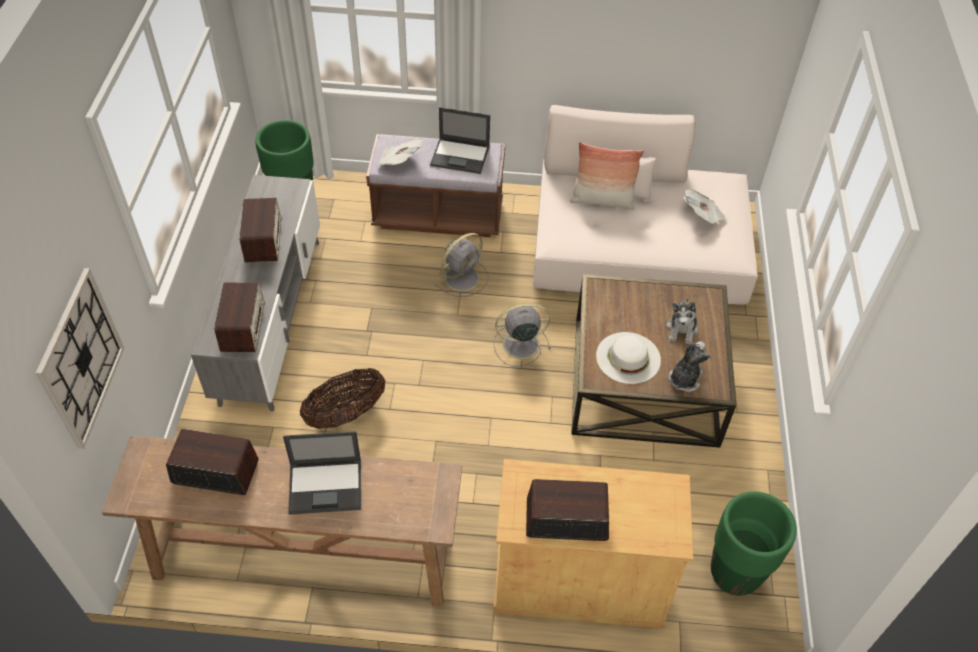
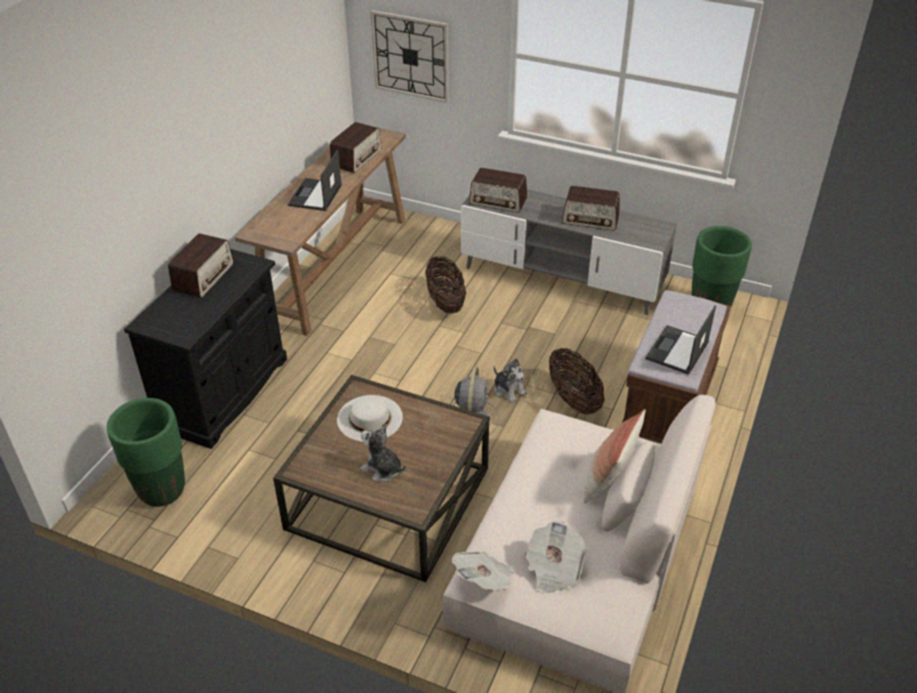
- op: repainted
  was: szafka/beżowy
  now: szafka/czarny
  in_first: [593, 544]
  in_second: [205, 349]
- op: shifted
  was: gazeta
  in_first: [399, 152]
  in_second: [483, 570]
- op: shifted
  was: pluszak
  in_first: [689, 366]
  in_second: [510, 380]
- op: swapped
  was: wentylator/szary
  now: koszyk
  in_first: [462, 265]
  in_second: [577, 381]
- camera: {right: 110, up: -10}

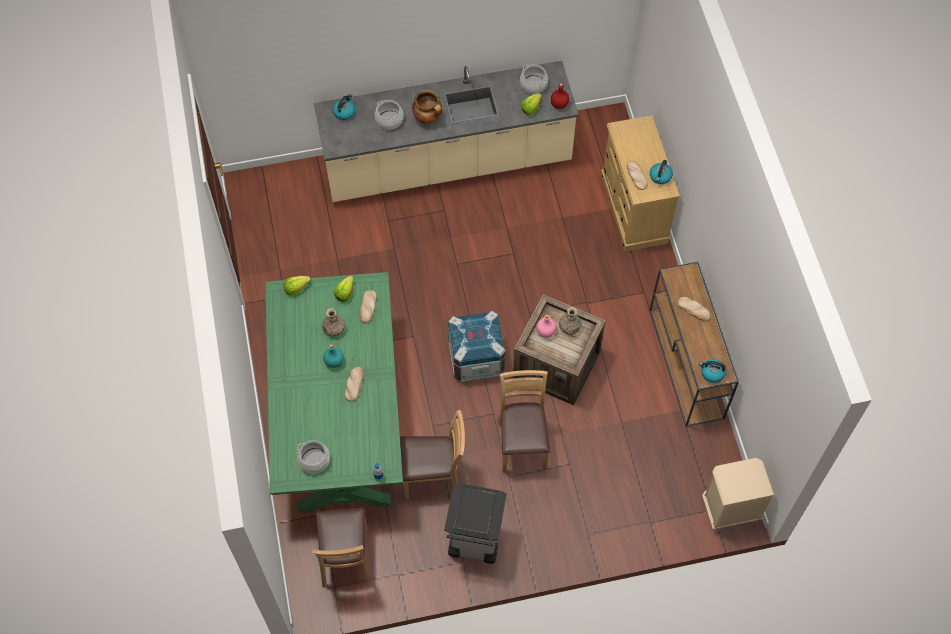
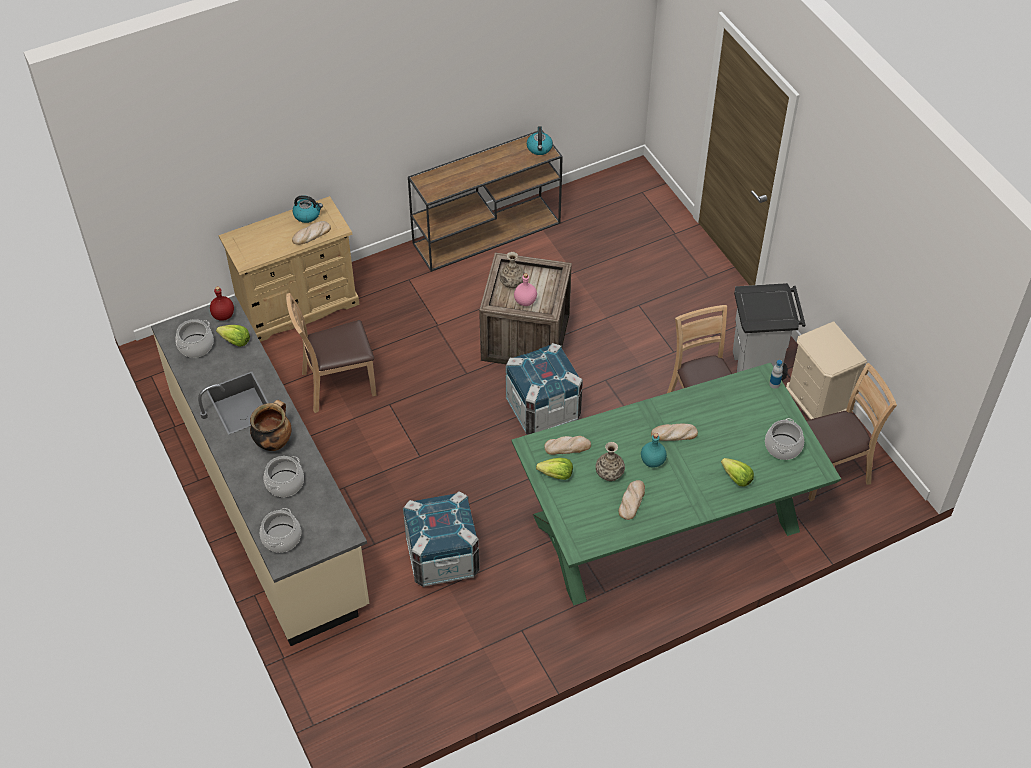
- op: swapped
  was: czajnik
  now: garnek
  in_first: [344, 107]
  in_second: [280, 530]
- op: shifted
  was: krzesło/brązowy
  in_first: [523, 421]
  in_second: [331, 353]
- op: new
  now: skrzynka
  in_second: [441, 539]
- op: shifted
  was: chleb
  in_first: [694, 309]
  in_second: [632, 500]
- op: shifted
  was: sałata
  in_first: [297, 286]
  in_second: [737, 472]
- op: shifted
  was: szafka nocna/beżowy
  in_first: [738, 494]
  in_second: [826, 370]
- camera: {right: -105, up: -10}

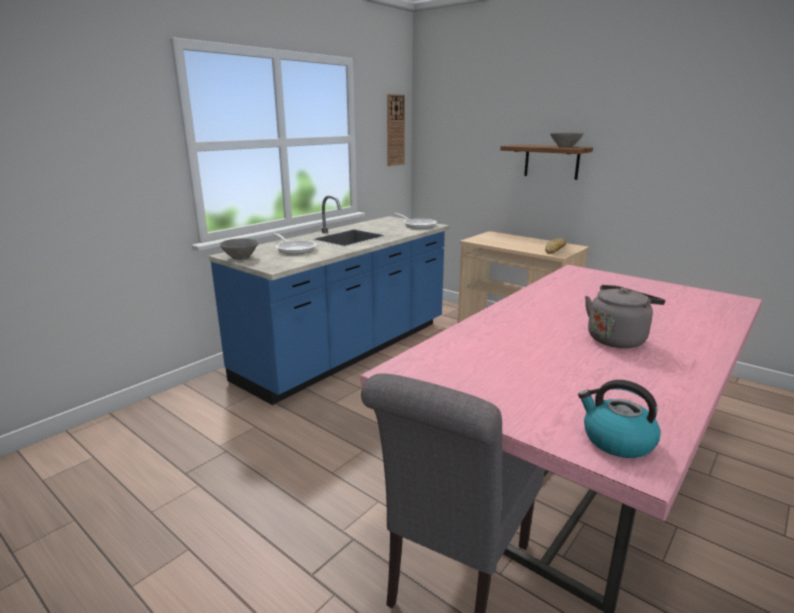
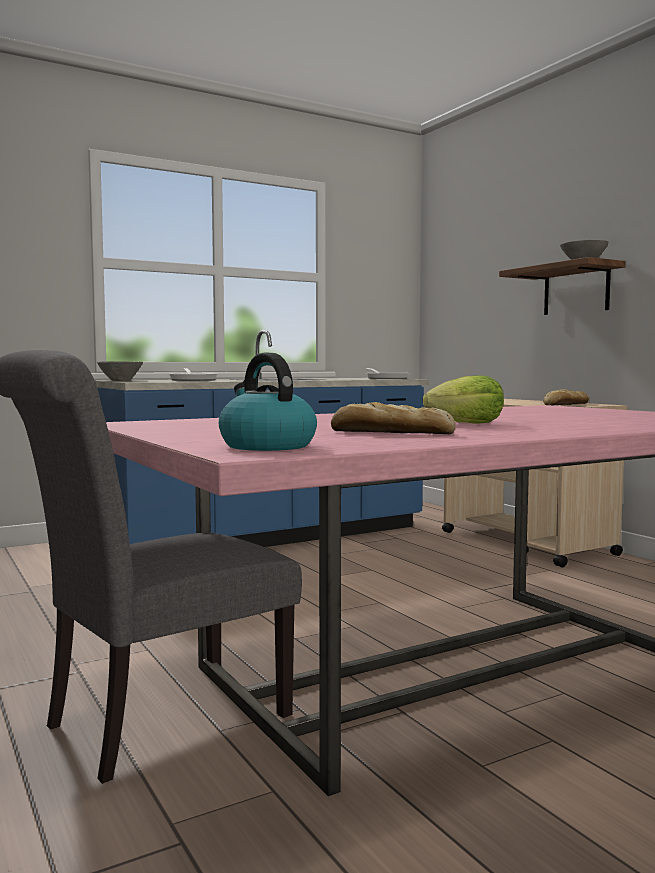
- op: new
  now: chleb
  in_second: [393, 418]
- op: swapped
  was: czajnik/szary
  now: sałata
  in_first: [625, 316]
  in_second: [463, 399]
- op: gone
  was: zegar ścienny
  in_first: [396, 130]
- camera: {right: 20, up: -15}

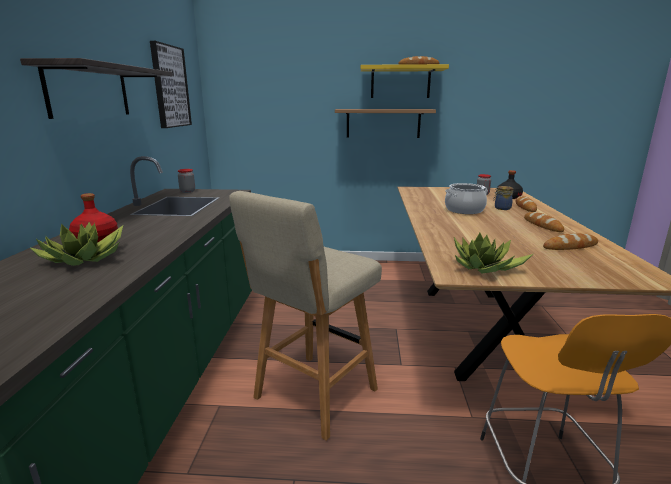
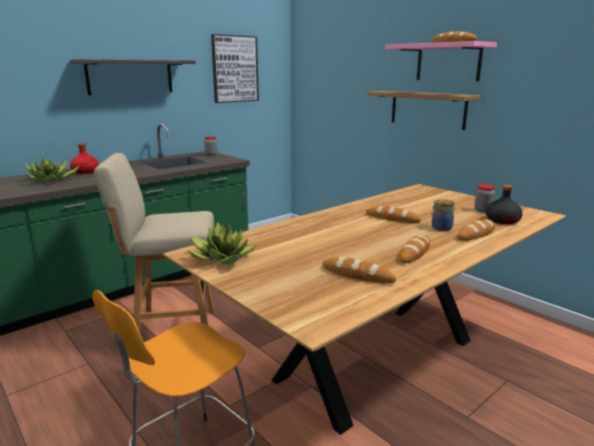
- op: swapped
  was: garnek
  now: chleb
  in_first: [466, 198]
  in_second: [393, 214]
- op: repainted
  was: półka/żółty
  now: półka/różowy
  in_first: [405, 81]
  in_second: [441, 61]
- camera: {right: 45, up: 0}

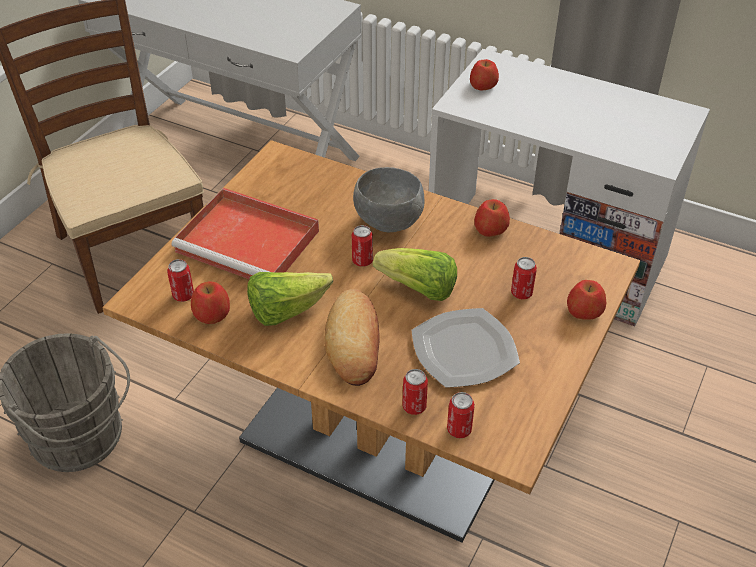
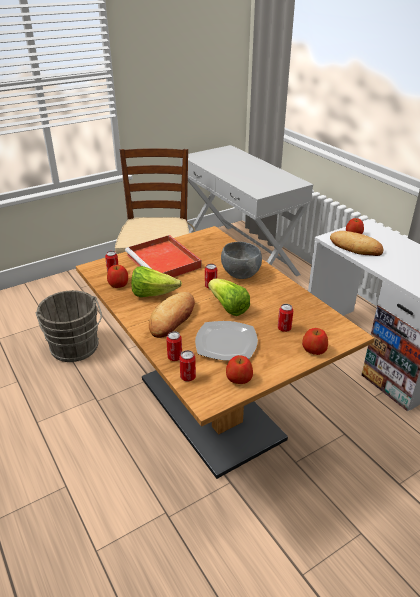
- op: shifted
  was: jabłko
  in_first: [492, 218]
  in_second: [239, 369]
- op: new
  now: chleb
  in_second: [356, 243]
- camera: {right: 30, up: -10}

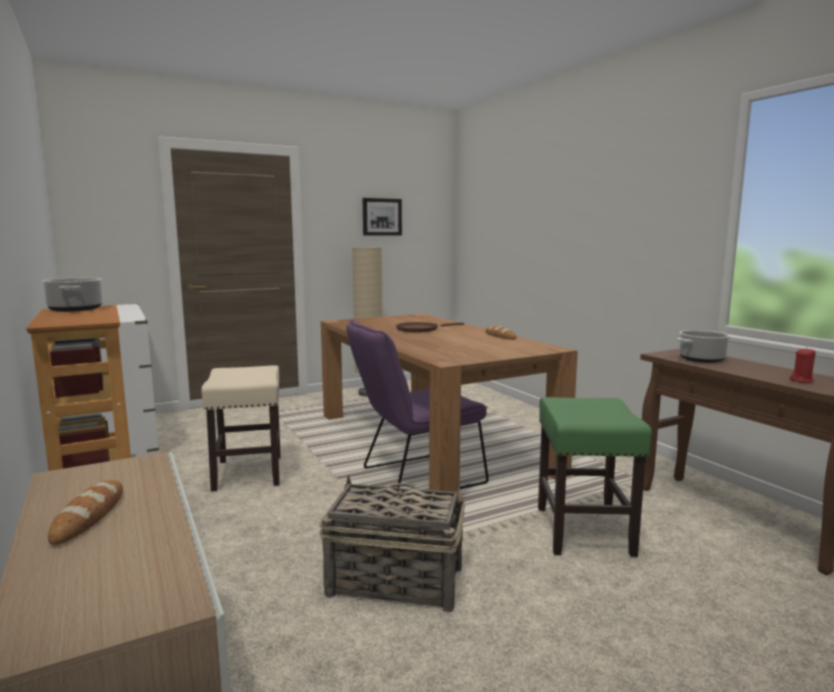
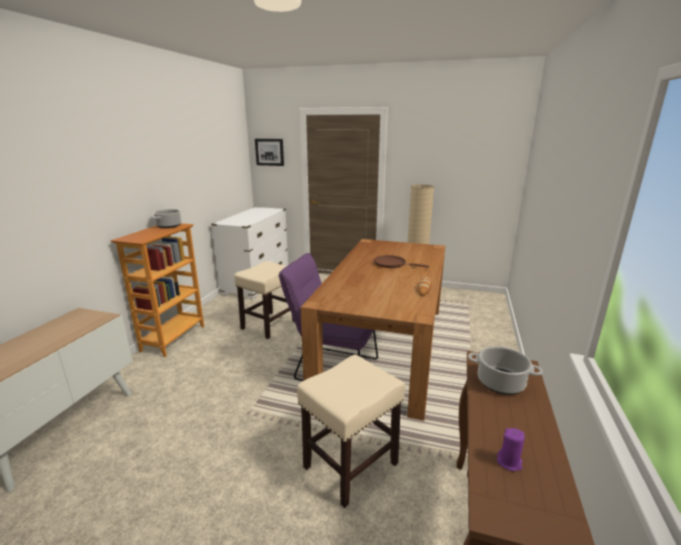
- op: shifted
  was: obraz
  in_first: [382, 217]
  in_second: [269, 152]
- op: repainted
  was: stołek/zielony
  now: stołek/beżowy
  in_first: [595, 477]
  in_second: [351, 431]
- op: repainted
  was: świeca/czerwony
  now: świeca/fioletowy
  in_first: [803, 365]
  in_second: [511, 449]
- op: gone
  was: chleb
  in_first: [85, 512]
- op: gone
  was: koszyk
  in_first: [392, 543]
- camera: {right: 45, up: 10}

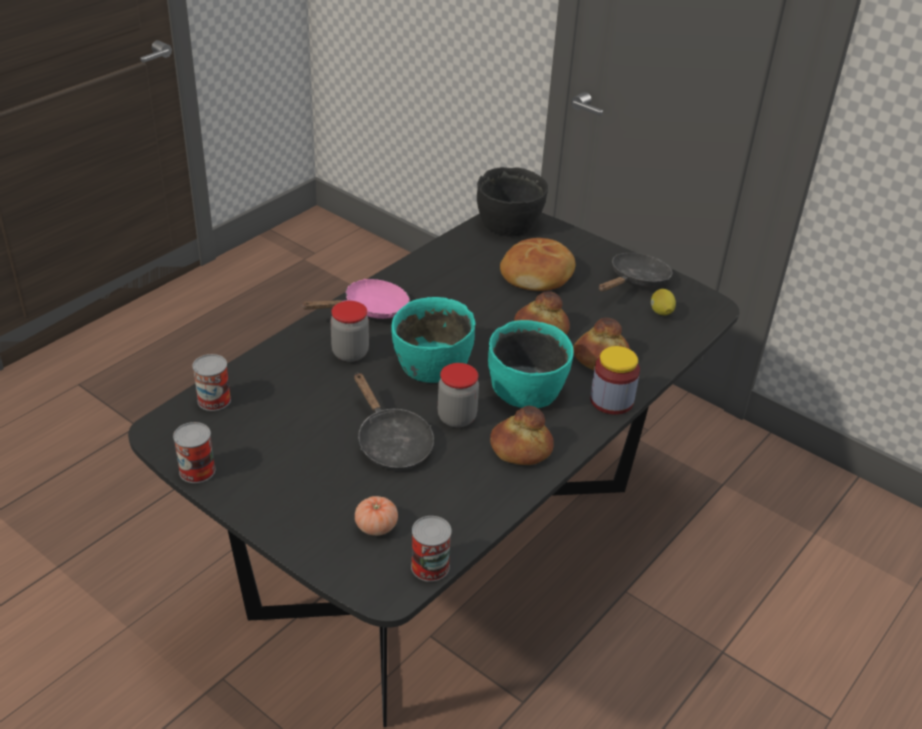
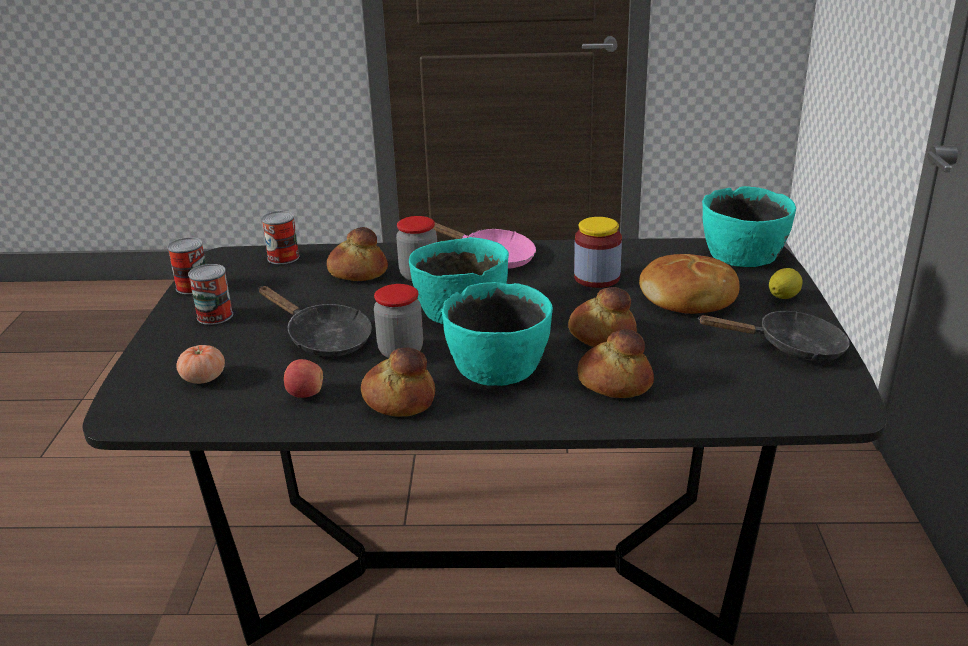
- op: shifted
  was: puszka
  in_first: [431, 549]
  in_second: [210, 294]
- op: rotated
  was: patelnia/czarny
  in_first: [394, 421]
  in_second: [315, 321]
  clockwise: -75
- op: new
  now: jabłko
  in_second: [303, 378]
- op: new
  now: chleb
  in_second: [357, 254]
- op: shifted
  was: słoik
  in_first: [615, 380]
  in_second: [598, 252]
- op: repainted
  was: miska/czarny
  now: miska/turkusowy
  in_first: [512, 202]
  in_second: [749, 226]
- op: shifted
  was: cytryna
  in_first: [663, 302]
  in_second: [786, 283]
- camera: {right: 55, up: -10}

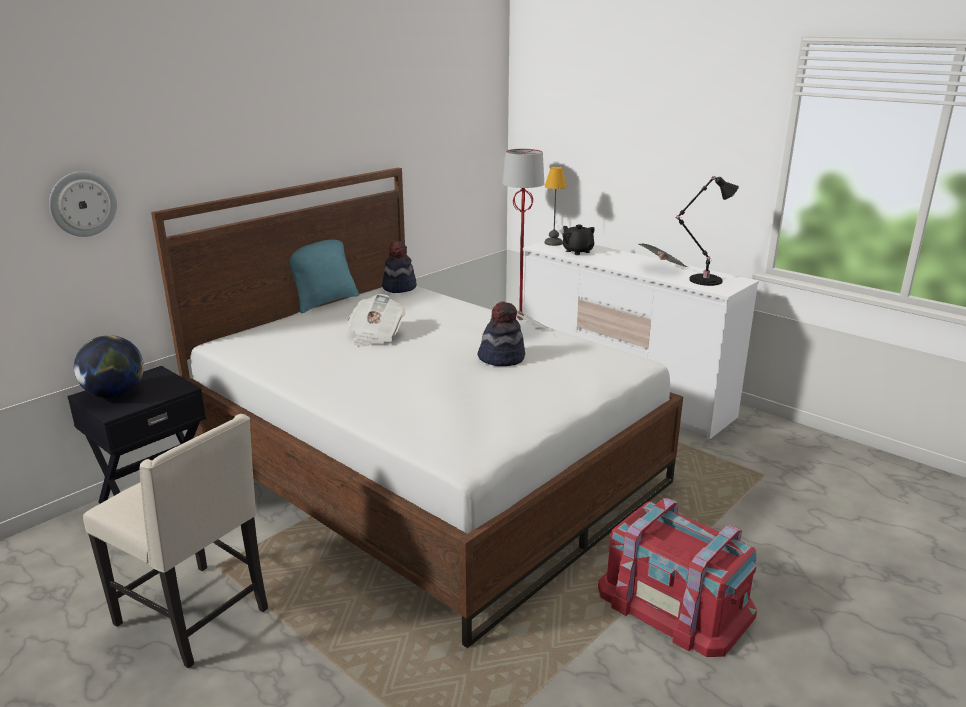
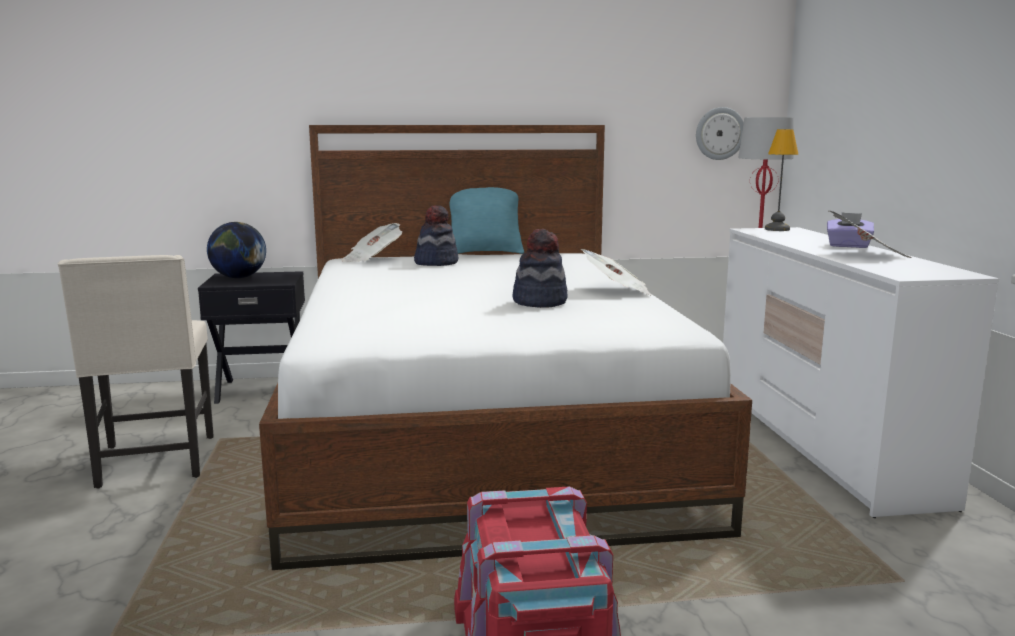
- op: shifted
  was: gazeta
  in_first: [376, 320]
  in_second: [371, 242]
- op: shifted
  was: kapelusz
  in_first: [399, 267]
  in_second: [436, 235]
- op: shifted
  was: zegar ścienny
  in_first: [83, 204]
  in_second: [720, 133]
- op: new
  now: pudełko chusteczek/fioletowy
  in_second: [850, 230]
- op: gone
  was: imbryk/czarny
  in_first: [578, 240]
- op: gone
  was: lampa stołowa/czarny
  in_first: [707, 231]
- camera: {right: 40, up: -10}

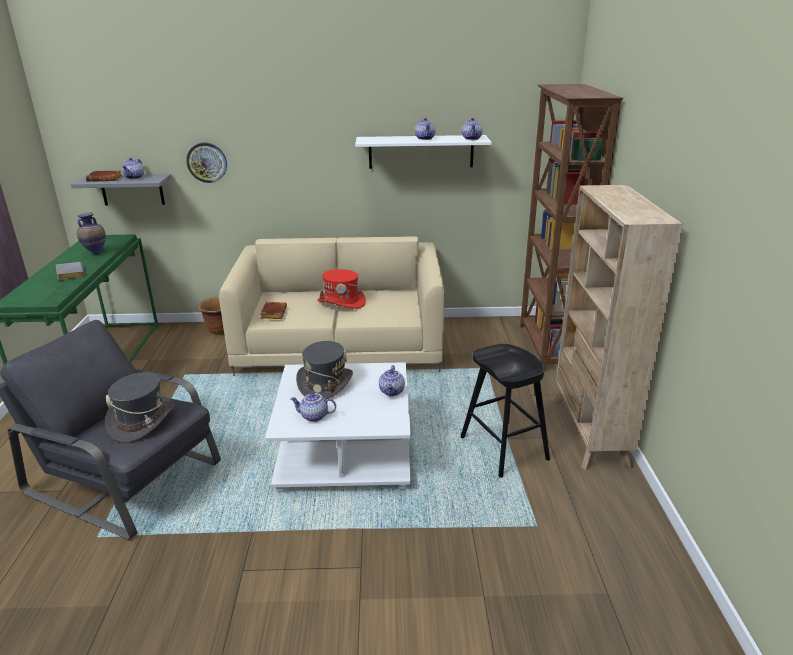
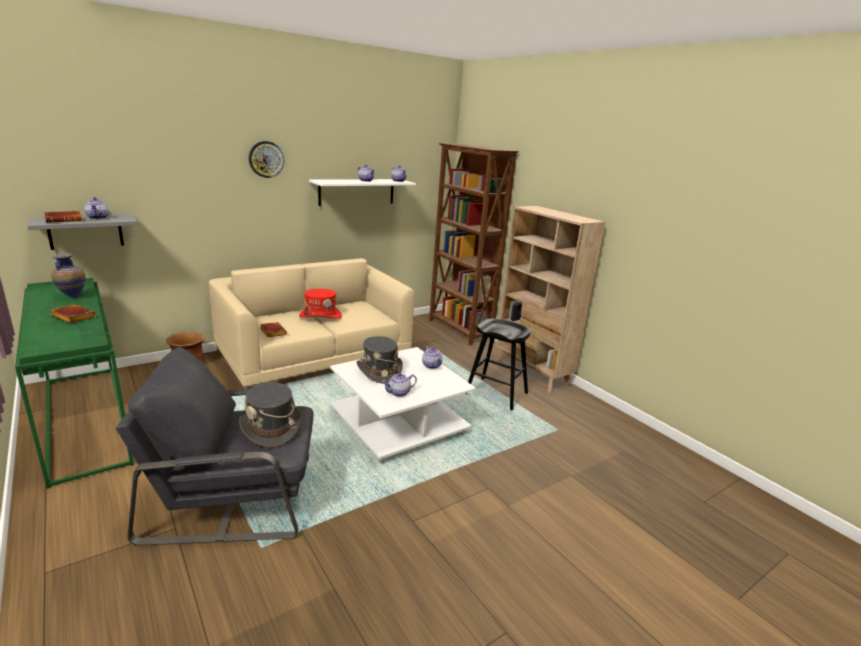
- op: repainted
  was: książka/szary
  now: książka/brązowy
  in_first: [70, 271]
  in_second: [73, 314]
- op: shifted
  was: zegar ścienny
  in_first: [206, 163]
  in_second: [267, 159]
- camera: {right: -35, up: -5}

